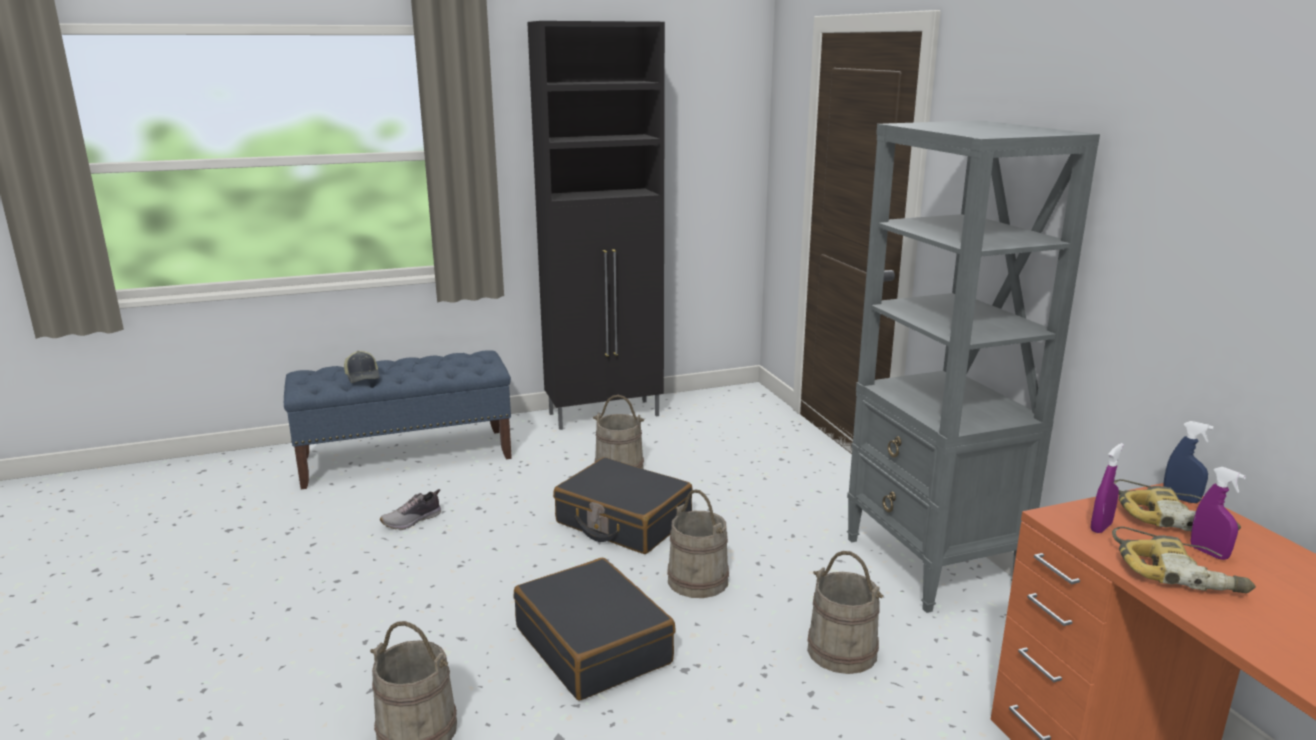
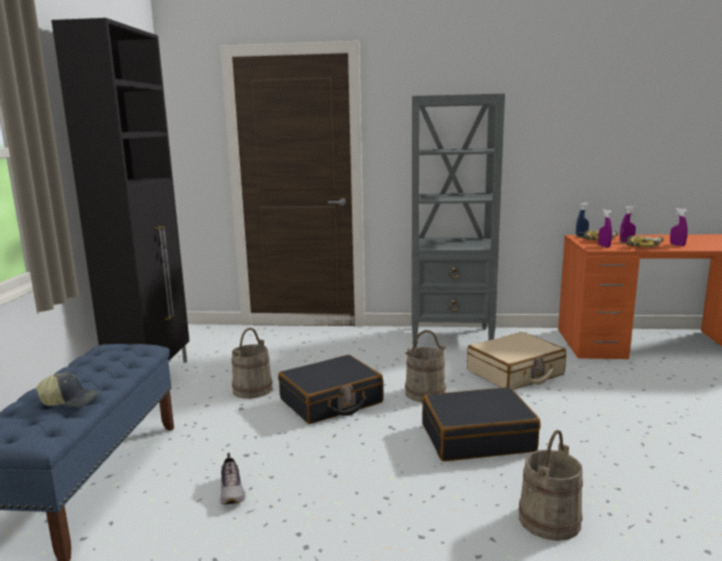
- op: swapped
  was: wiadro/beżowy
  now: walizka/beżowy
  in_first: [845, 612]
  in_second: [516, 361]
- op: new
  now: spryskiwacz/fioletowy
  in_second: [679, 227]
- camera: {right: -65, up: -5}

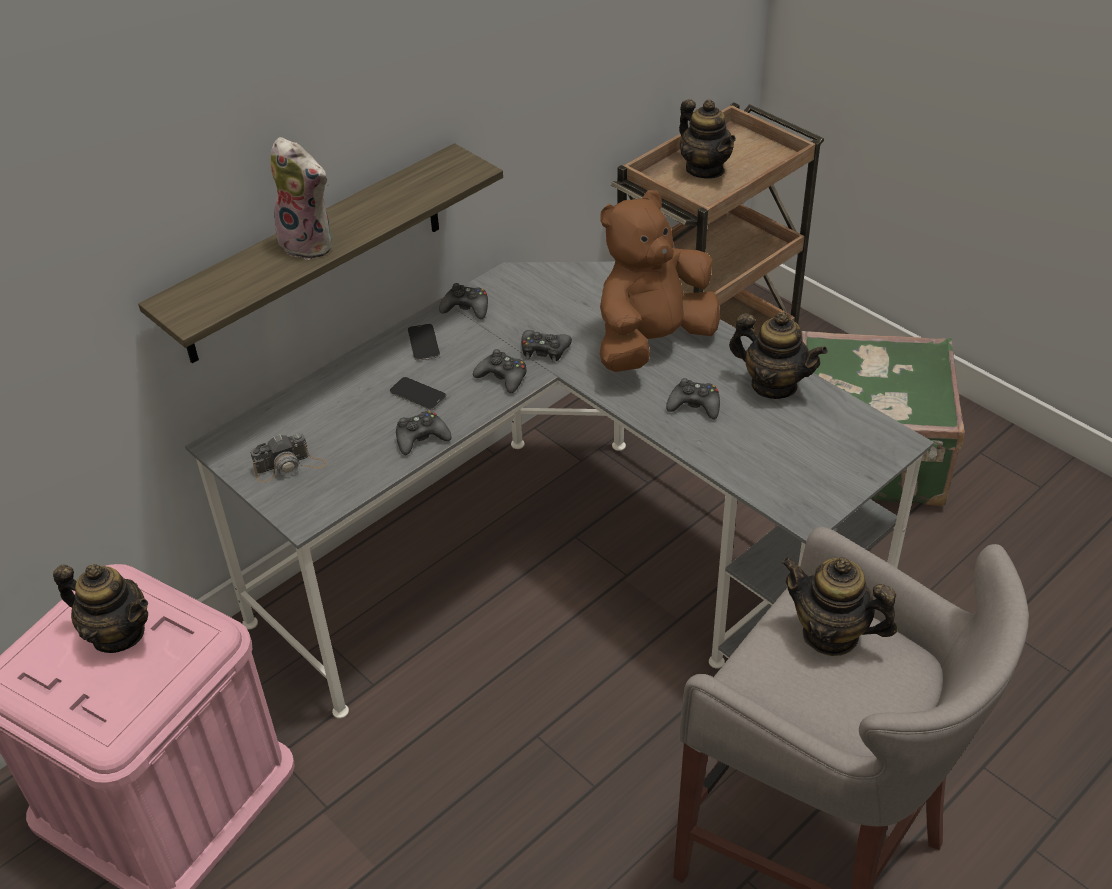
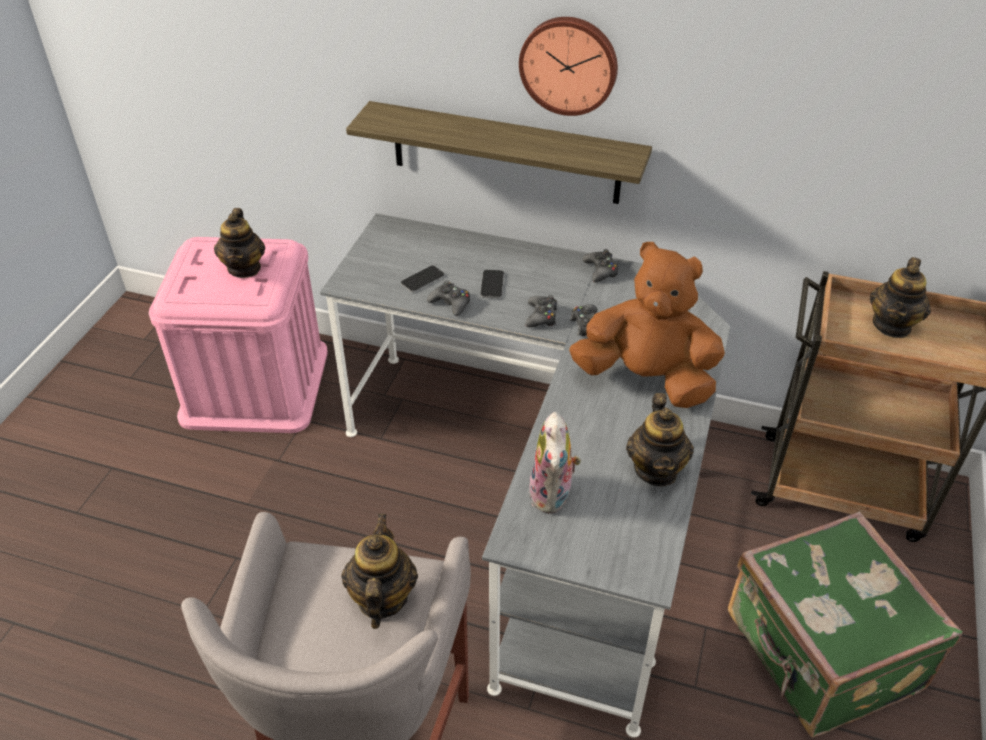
- op: shifted
  was: telefon
  in_first: [423, 342]
  in_second: [423, 279]
- op: new
  now: zegar ścienny
  in_second: [568, 66]
- op: shifted
  was: pluszak
  in_first: [301, 198]
  in_second: [555, 462]
- op: gone
  was: aparat fotograficzny
  in_first: [288, 457]
- op: gone
  was: pad do gier/czarny
  in_first: [693, 398]
- camera: {right: 60, up: 0}

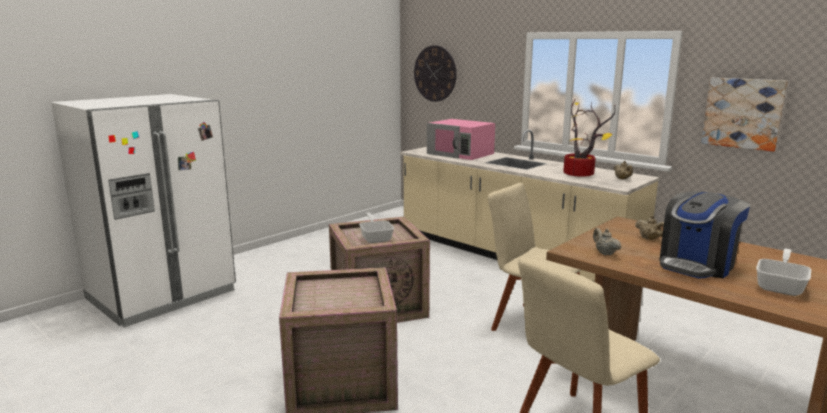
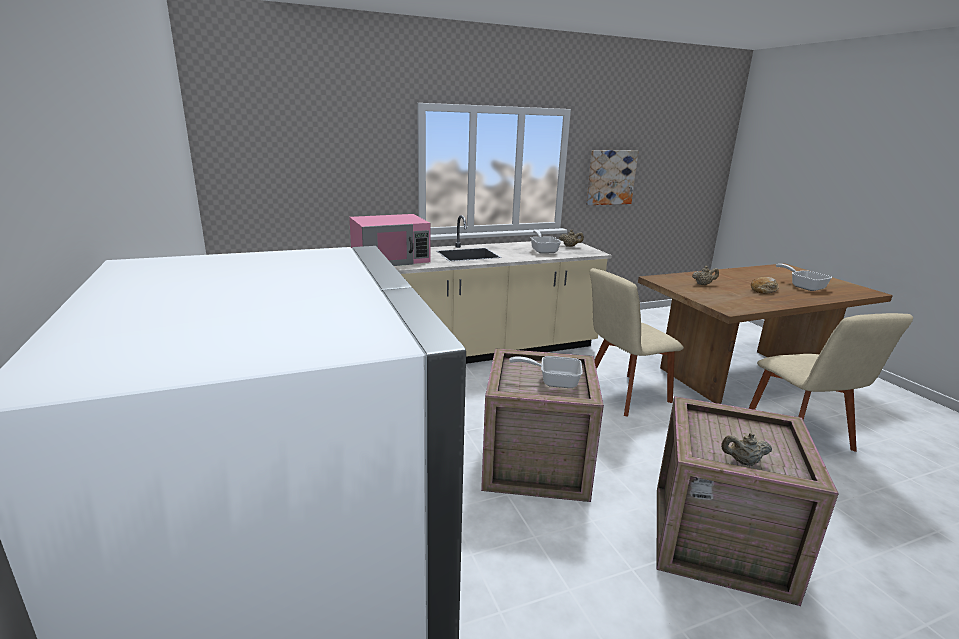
- op: swapped
  was: roślina doniczkowa
  now: patelnia
  in_first: [589, 138]
  in_second: [546, 242]
- op: shifted
  was: imbryk/beżowy
  in_first: [607, 241]
  in_second: [746, 449]
- op: swapped
  was: ekspres do kawy
  now: chleb
  in_first: [705, 234]
  in_second: [765, 285]
- op: gone
  was: zegar ścienny
  in_first: [435, 73]
- camera: {right: -65, up: 5}

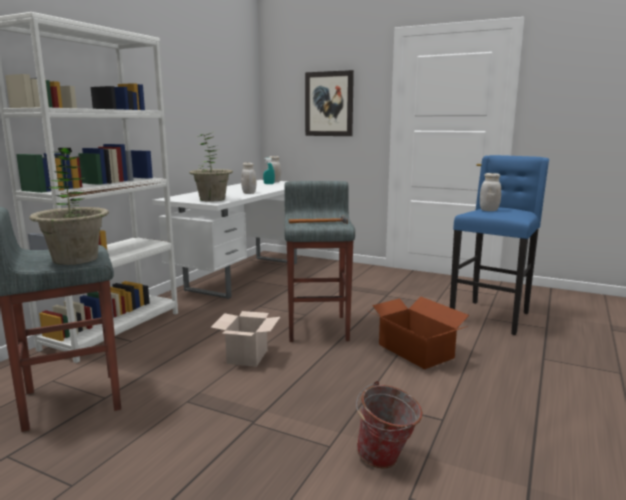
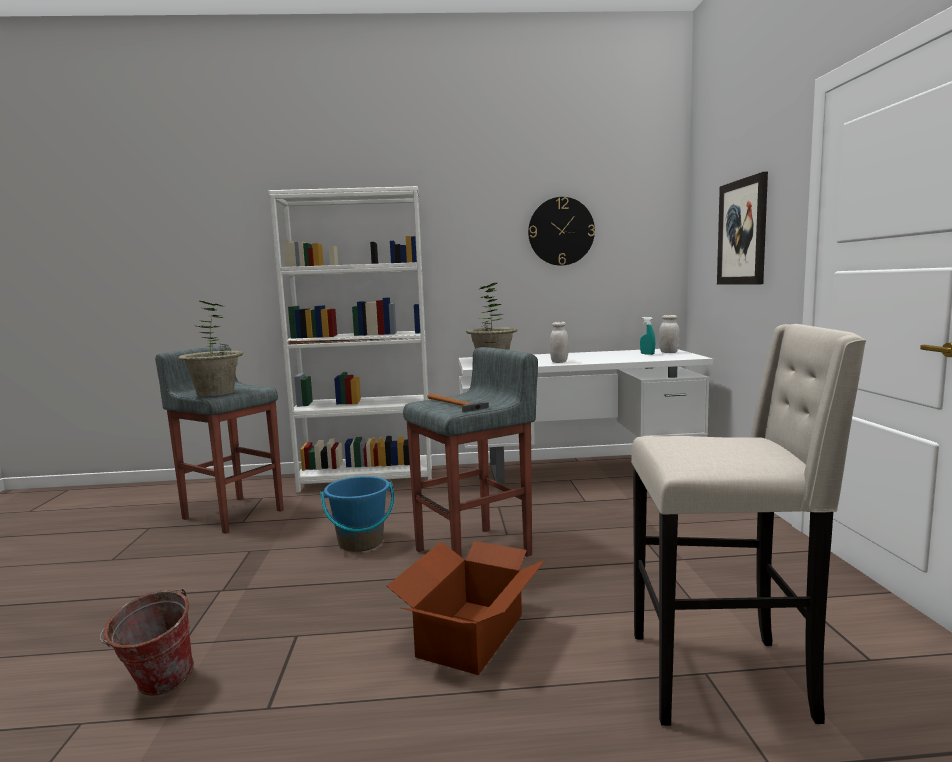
- op: swapped
  was: karton
  now: wiadro/niebieski
  in_first: [245, 339]
  in_second: [357, 514]
- op: new
  now: zegar ścienny
  in_second: [561, 231]
- op: repainted
  was: stołek/niebieski
  now: stołek/beżowy
  in_first: [499, 245]
  in_second: [749, 525]
- op: gone
  was: słoik/biały
  in_first: [490, 192]
- camera: {right: 60, up: -5}

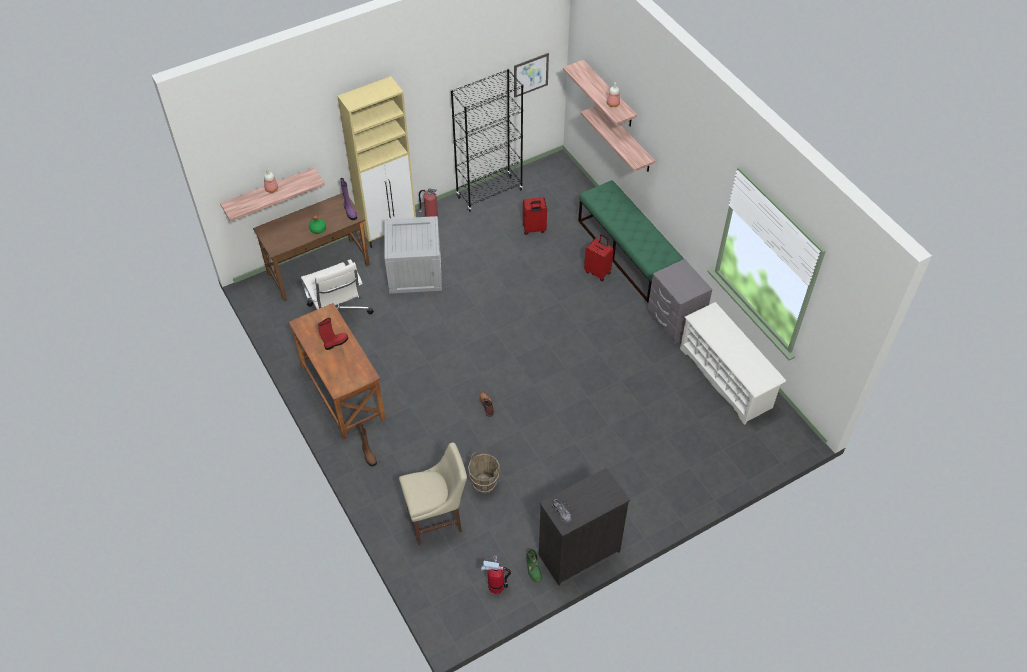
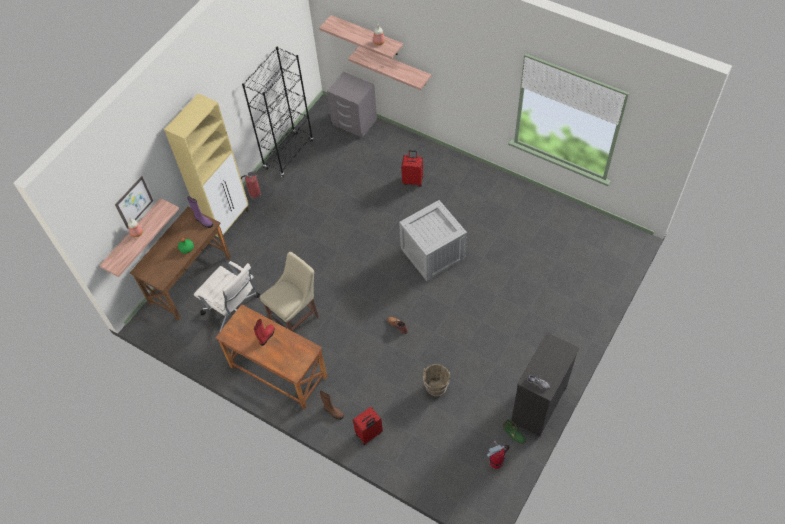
- op: shifted
  was: obraz
  in_first: [531, 75]
  in_second: [134, 202]
- op: shifted
  was: krzesło/beżowy
  in_first: [433, 493]
  in_second: [289, 291]
- op: shifted
  was: szafka nocna/szary
  in_first: [680, 301]
  in_second: [352, 105]
- op: shifted
  was: walizka/czerwony
  in_first: [534, 216]
  in_second: [368, 426]
- op: shifted
  was: skrzynka
  in_first: [413, 255]
  in_second: [433, 240]
- op: gone
  was: ławka/zielony
  in_first: [631, 241]
- op: gone
  was: regał na buty/biały
  in_first: [733, 363]
- camera: {right: -25, up: 5}

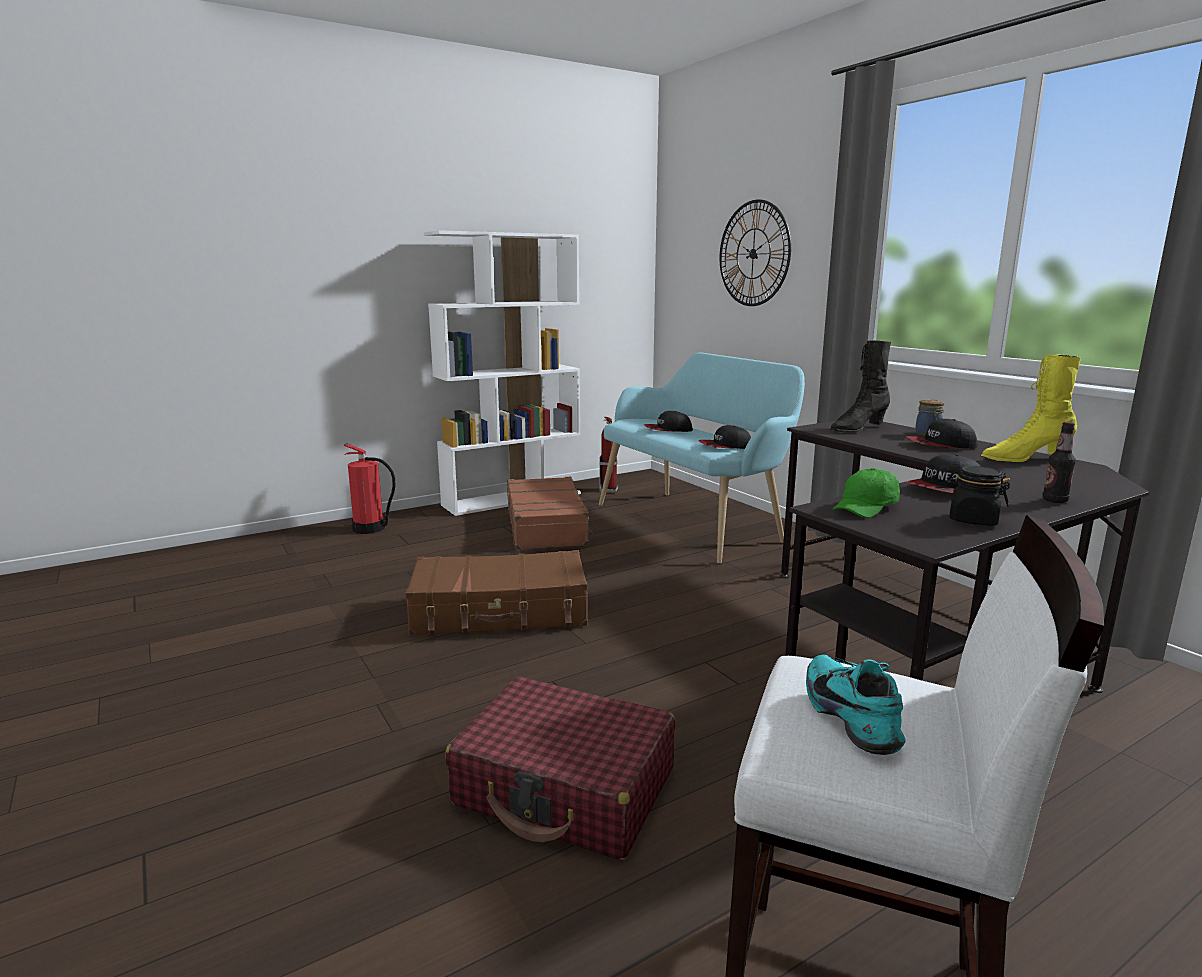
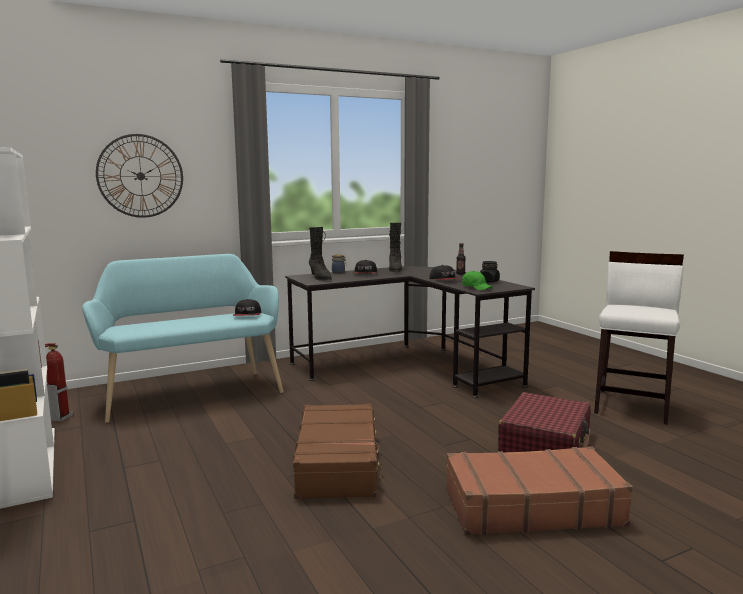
- op: repainted
  was: but z cholewką/żółty
  now: but z cholewką/czarny
  in_first: [1031, 408]
  in_second: [395, 247]
- op: shifted
  was: walizka/brązowy
  in_first: [550, 513]
  in_second: [539, 490]
- op: gone
  was: gaśnica
  in_first: [370, 488]
- op: gone
  was: czapka z daszkiem
  in_first: [668, 421]
- op: gone
  was: but/turkusowy
  in_first: [855, 705]
- camera: {right: -85, up: -5}

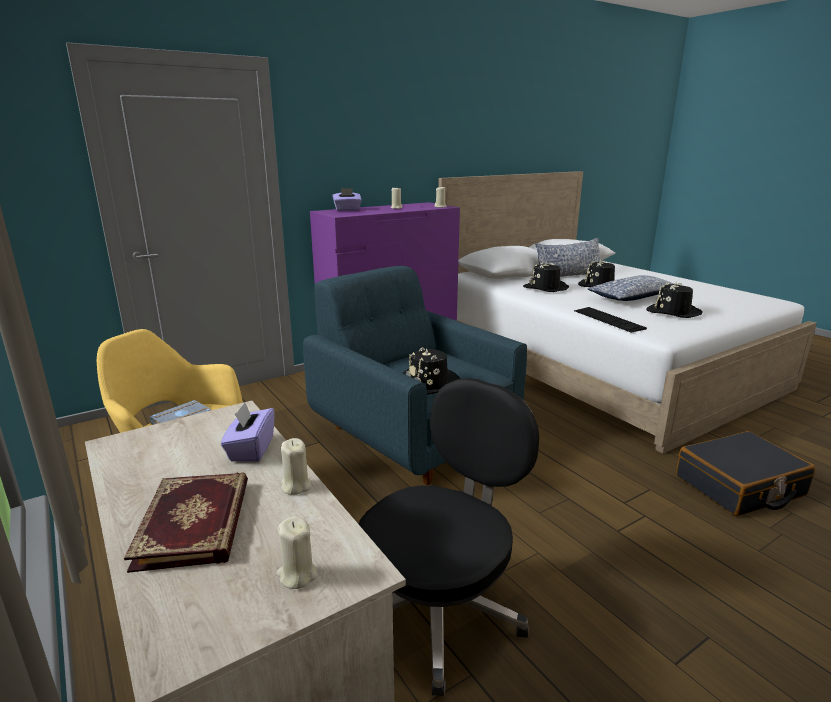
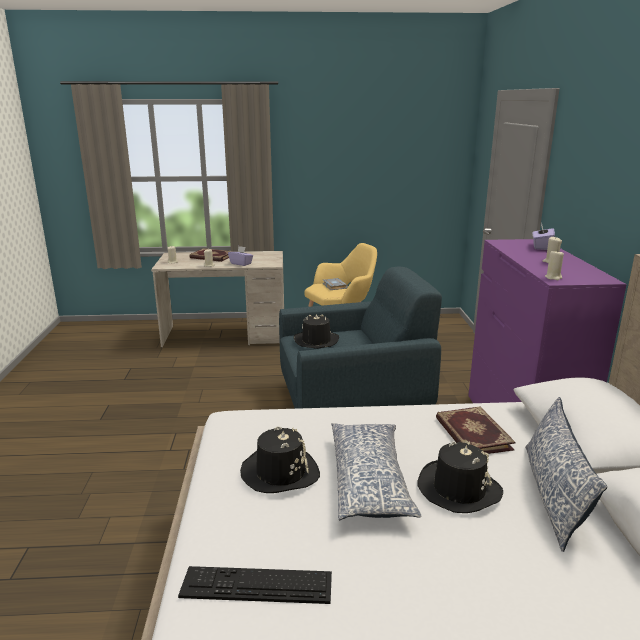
- op: shifted
  was: klawiatura
  in_first: [610, 320]
  in_second: [255, 585]
- op: swapped
  was: kapelusz/czarny
  now: książka
  in_first: [546, 276]
  in_second: [476, 430]
- op: gone
  was: krzesło biurowe/czarny
  in_first: [448, 537]
- op: gone
  was: walizka/czarny
  in_first: [745, 473]
- camera: {right: 120, up: 0}

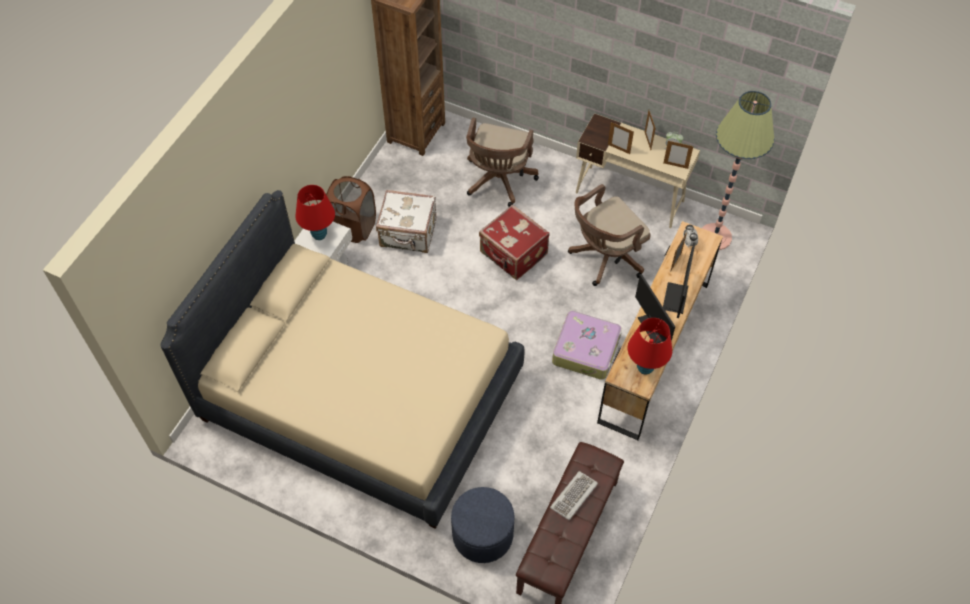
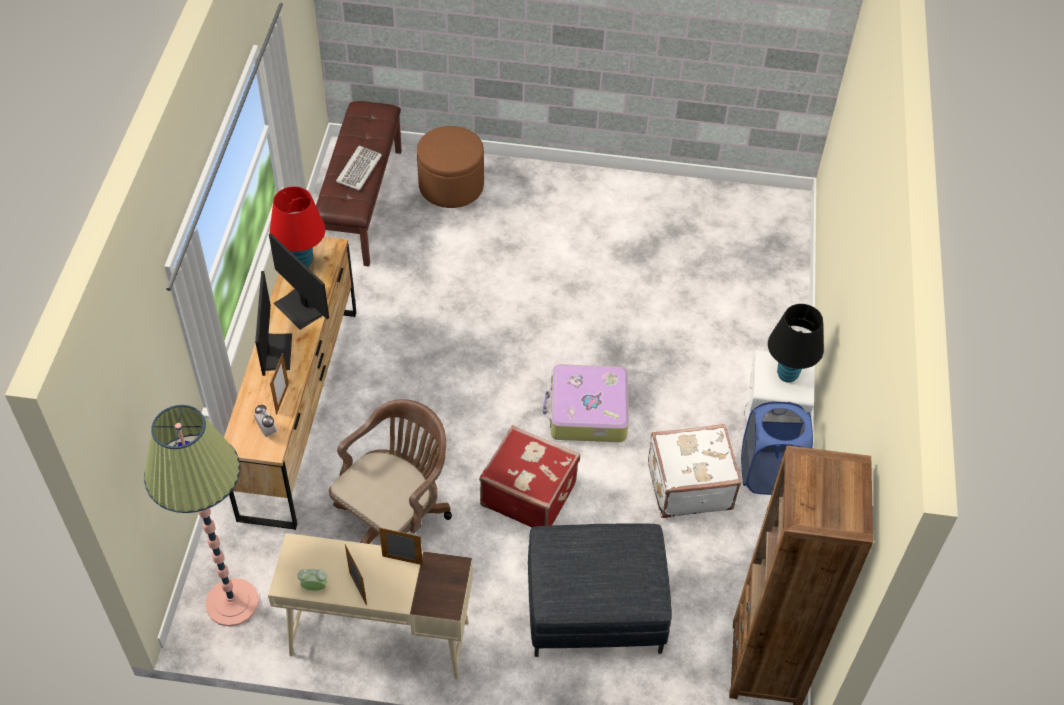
- op: repainted
  was: pufa/niebieski
  now: pufa/brązowy
  in_first: [482, 525]
  in_second: [450, 167]
- op: swapped
  was: krzesło biurowe/brązowy
  now: pufa/szary
  in_first: [502, 162]
  in_second: [600, 590]
- op: shifted
  was: walizka
  in_first: [587, 345]
  in_second: [586, 403]
- op: repainted
  was: kosz na pranie/brązowy
  now: kosz na pranie/niebieski
  in_first: [351, 209]
  in_second: [777, 448]
- op: repainted
  was: lampa stołowa/czerwony
  now: lampa stołowa/czarny
  in_first: [315, 212]
  in_second: [796, 343]
- op: gone
  was: łóżko/beżowy
  in_first: [342, 359]
- op: gone
  was: ramka na zdjęcie
  in_first: [678, 155]
- camera: {right: 160, up: -5}

